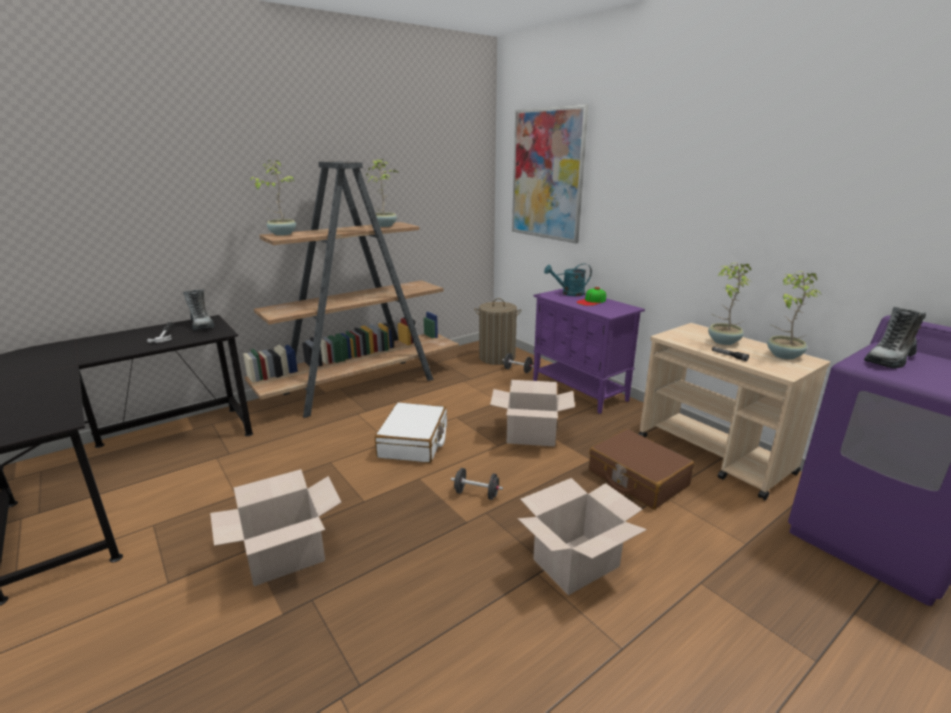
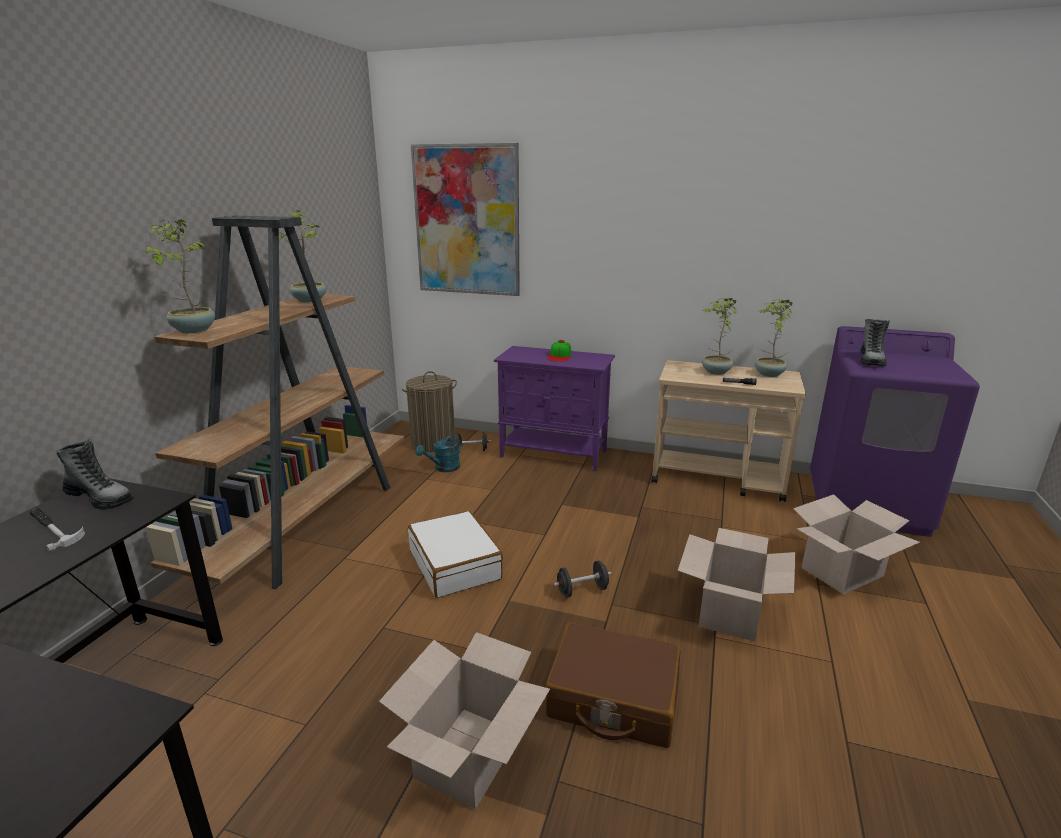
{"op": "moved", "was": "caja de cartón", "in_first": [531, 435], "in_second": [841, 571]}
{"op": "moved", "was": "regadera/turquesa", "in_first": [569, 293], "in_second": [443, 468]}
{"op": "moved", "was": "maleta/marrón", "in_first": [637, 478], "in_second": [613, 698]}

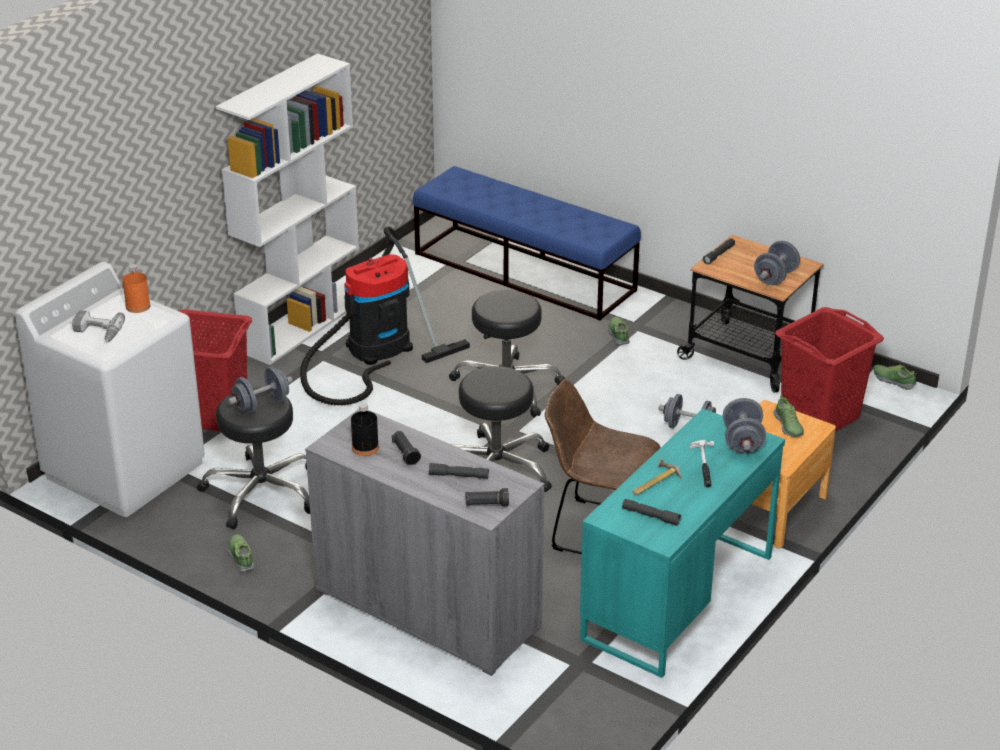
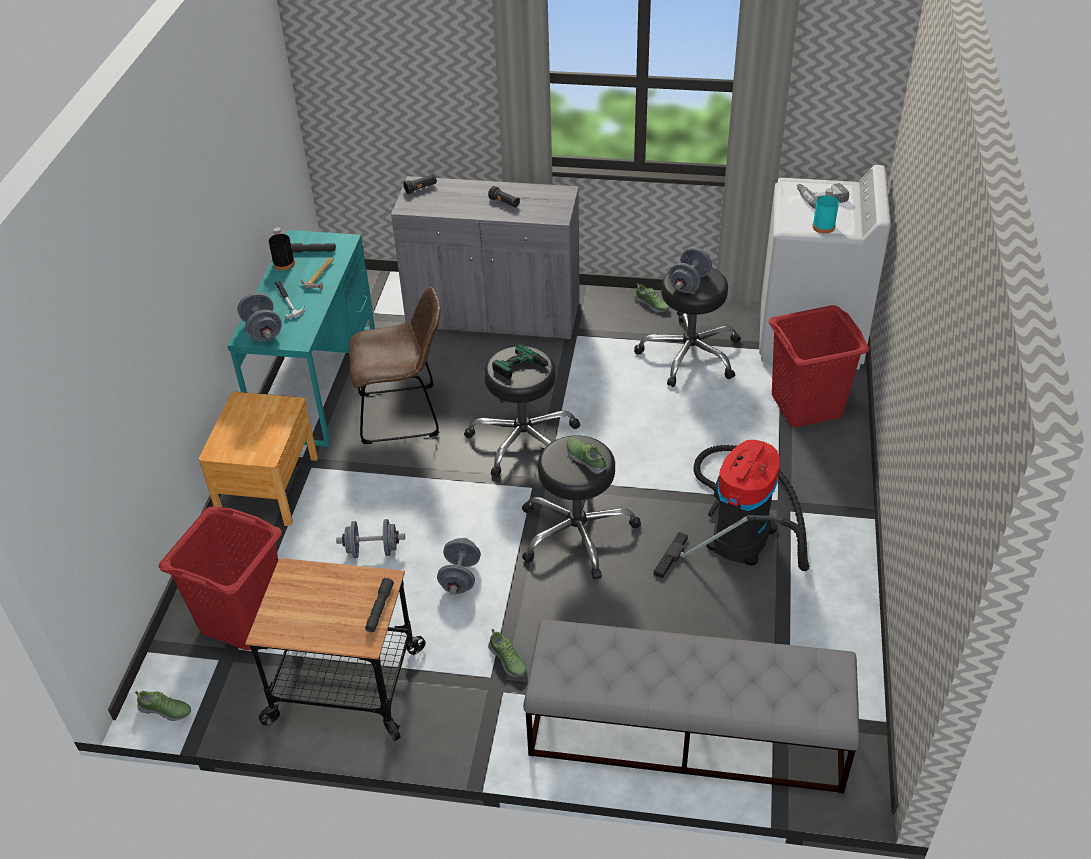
{"op": "recoloured", "was": "botella/naranja", "now": "botella/turquesa", "in_first": [138, 306], "in_second": [823, 227]}
{"op": "removed", "was": "estantería/blanco", "in_first": [301, 326]}
{"op": "moved", "was": "botella/negro", "in_first": [365, 448], "in_second": [284, 263]}
{"op": "recoloured", "was": "banco/azul", "now": "banco/gris", "in_first": [525, 272], "in_second": [685, 732]}
{"op": "removed", "was": "linterna/gris", "in_first": [458, 476]}
{"op": "moved", "was": "mancuerna/gris", "in_first": [775, 277], "in_second": [460, 577]}
{"op": "moved", "was": "zapato", "in_first": [788, 426], "in_second": [586, 459]}
{"op": "added", "now": "taladro", "in_second": [525, 370]}

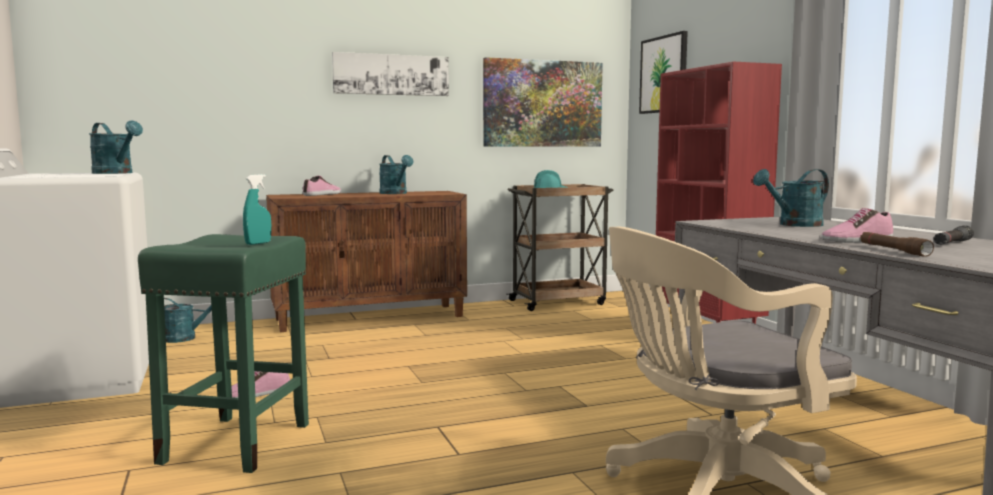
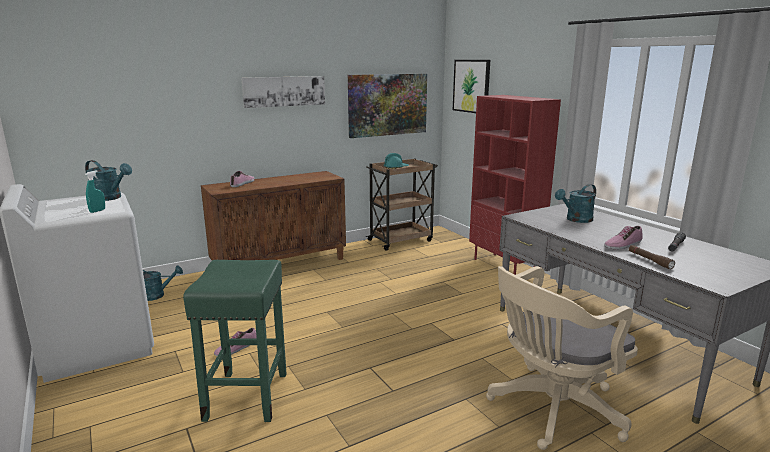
{"op": "moved", "was": "pulverizador/turquesa", "in_first": [258, 243], "in_second": [97, 211]}
{"op": "removed", "was": "regadera/turquesa", "in_first": [395, 193]}

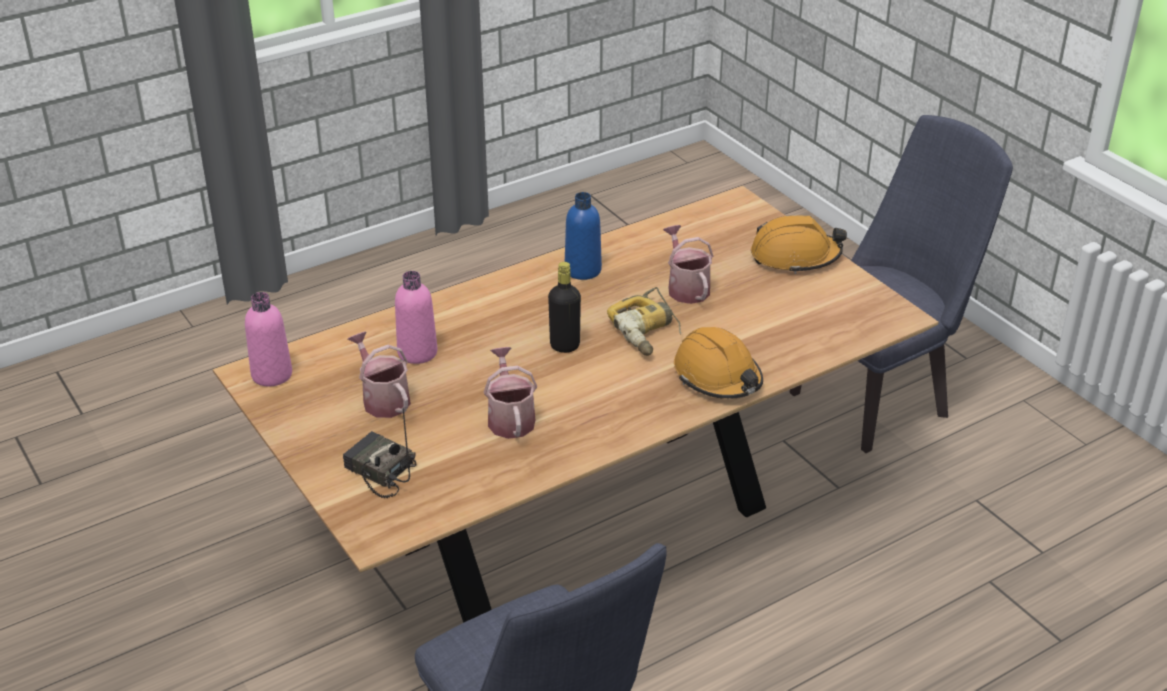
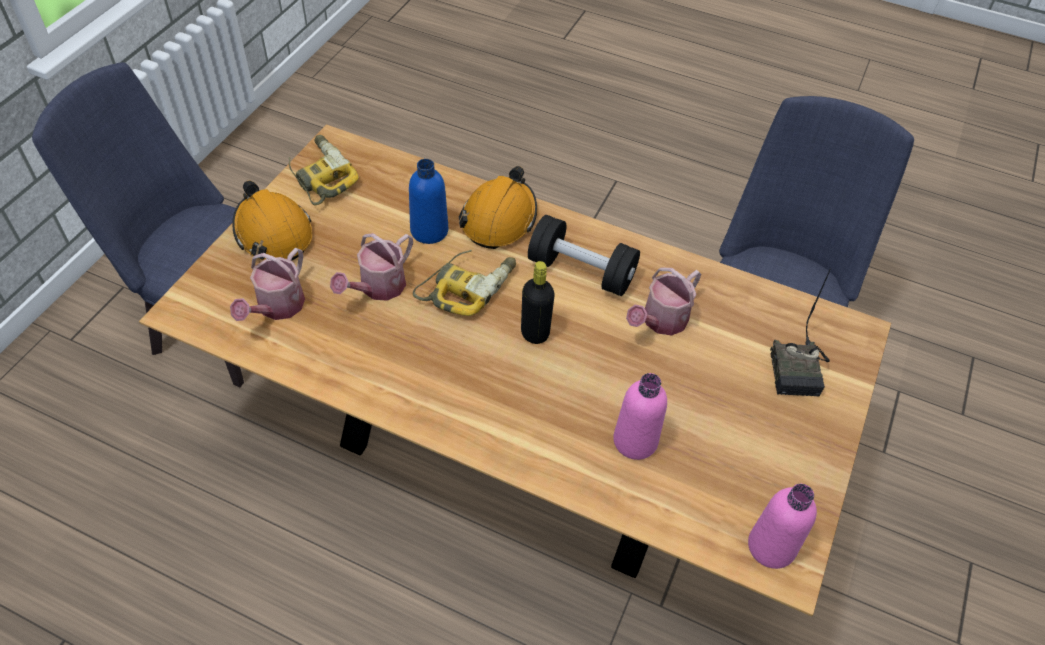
{"op": "moved", "was": "regadera", "in_first": [383, 399], "in_second": [277, 307]}
{"op": "moved", "was": "botella/azul", "in_first": [583, 270], "in_second": [429, 231]}
{"op": "added", "now": "taladro", "in_second": [320, 176]}
{"op": "added", "now": "mancuerna/negro", "in_second": [581, 271]}

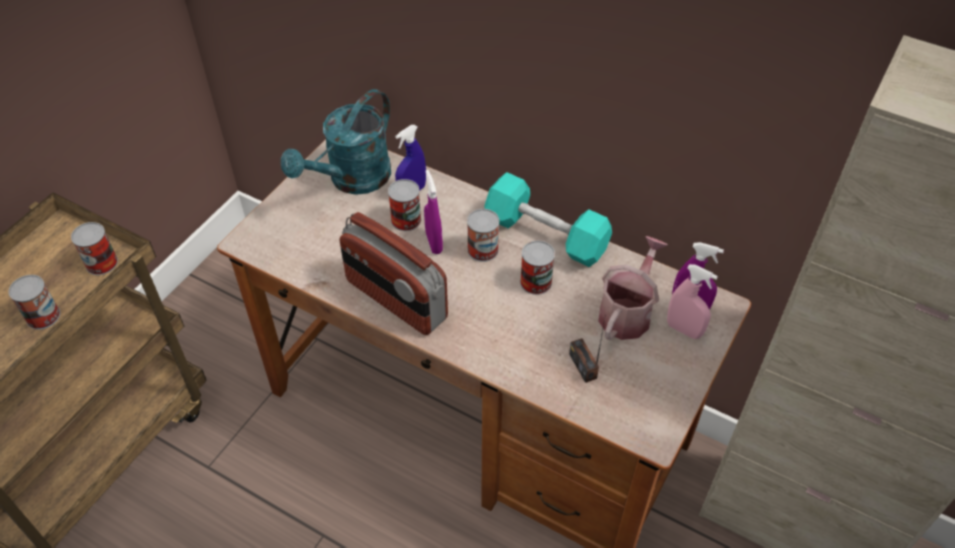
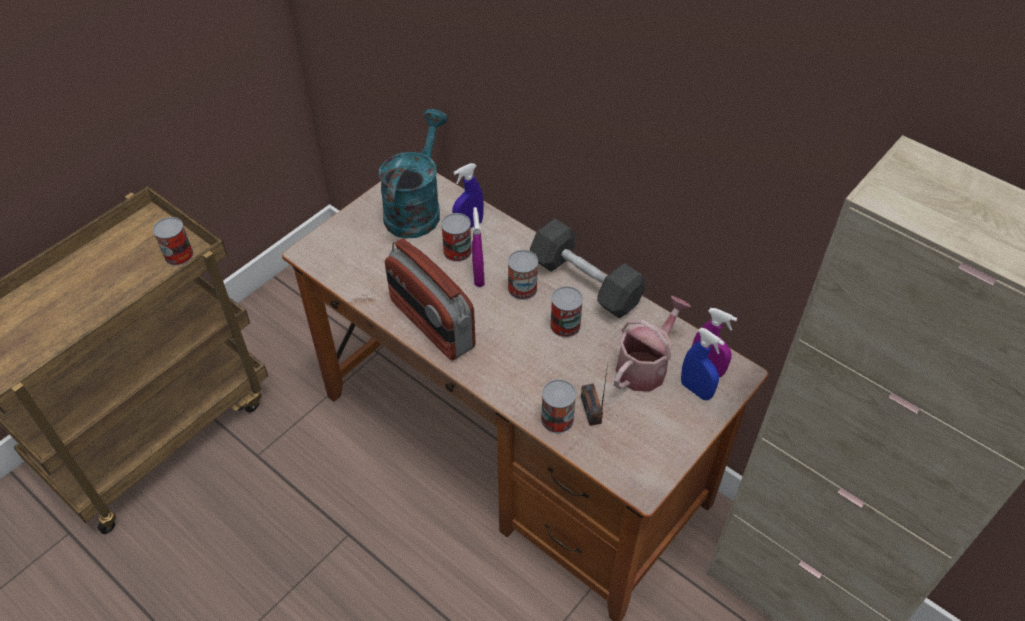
{"op": "moved", "was": "lata", "in_first": [43, 316], "in_second": [557, 419]}
{"op": "turned", "was": "regadera/turquesa", "in_first": [352, 180], "in_second": [416, 208], "clockwise": 150}
{"op": "recoloured", "was": "mancuerna/turquesa", "now": "mancuerna/negro", "in_first": [546, 235], "in_second": [585, 282]}
{"op": "recoloured", "was": "pulverizador/rosa", "now": "pulverizador/azul", "in_first": [684, 330], "in_second": [696, 390]}

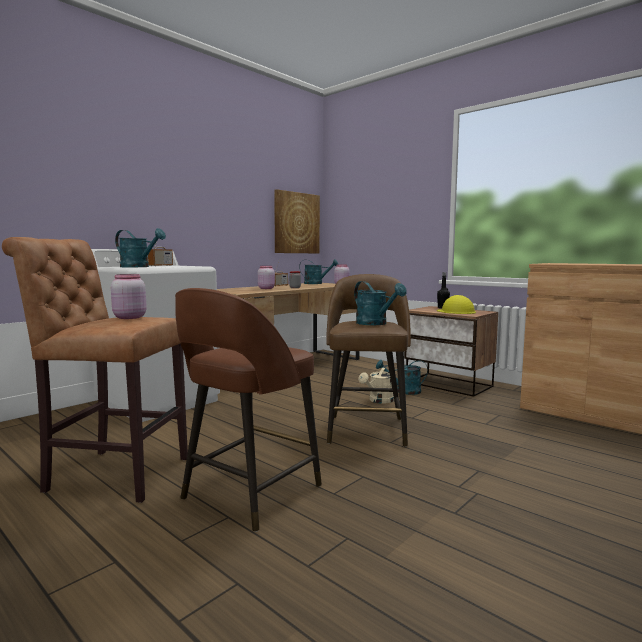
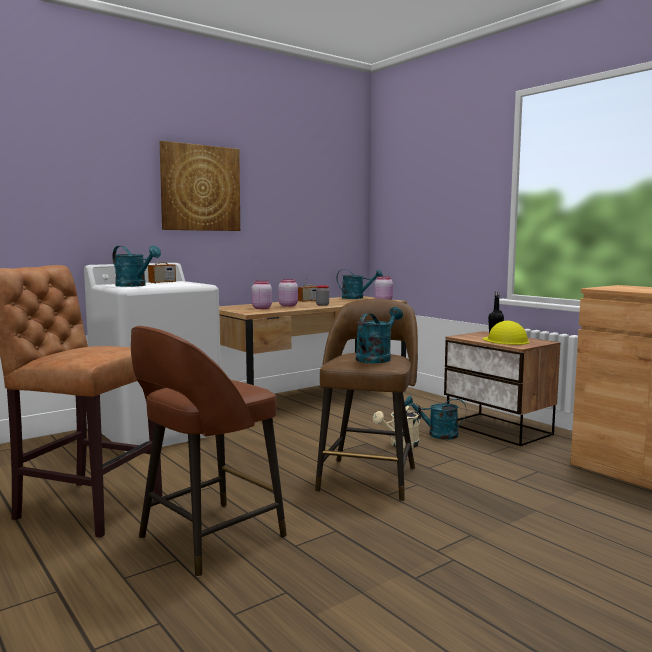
{"op": "moved", "was": "tarro/rosa", "in_first": [128, 317], "in_second": [261, 308]}
{"op": "moved", "was": "cuadro", "in_first": [296, 223], "in_second": [200, 188]}
{"op": "turned", "was": "regadera/turquesa", "in_first": [376, 324], "in_second": [376, 358], "clockwise": -120}

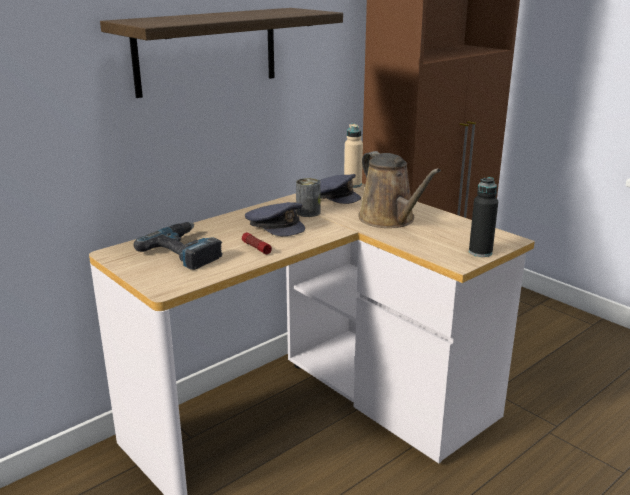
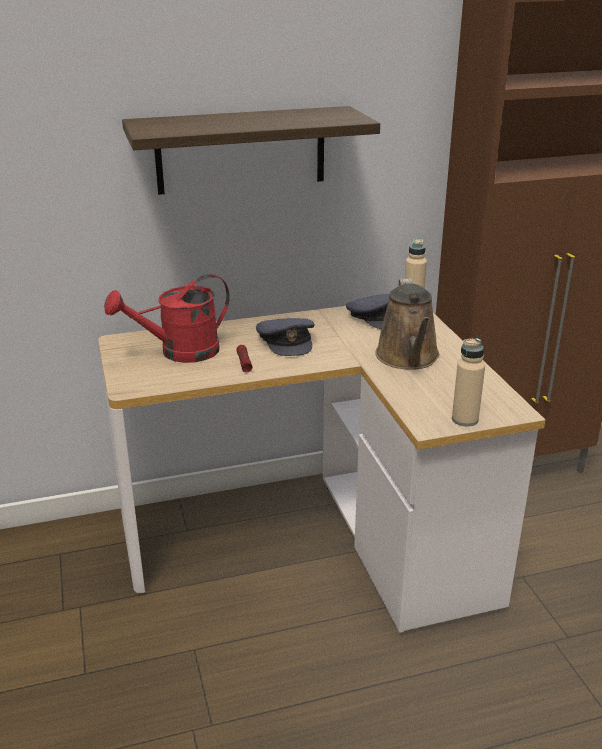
{"op": "replaced", "was": "taladro", "now": "regadera/rojo", "in_first": [186, 251], "in_second": [179, 352]}
{"op": "removed", "was": "lata", "in_first": [308, 212]}
{"op": "recoloured", "was": "botella/negro", "now": "botella/beis", "in_first": [480, 252], "in_second": [465, 419]}

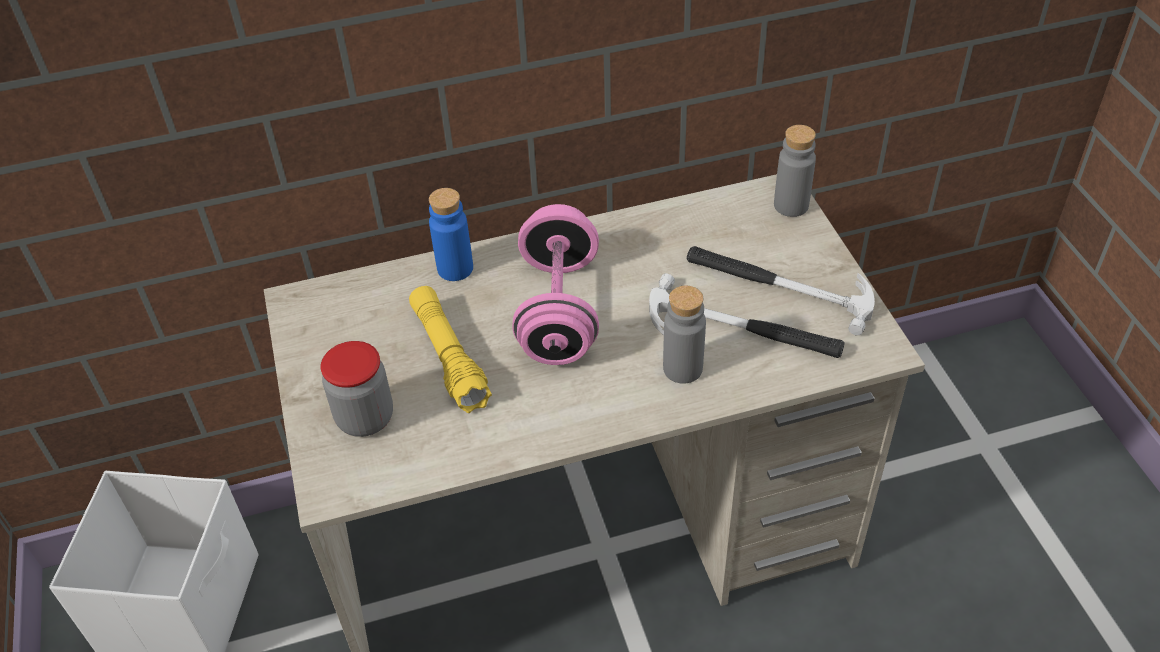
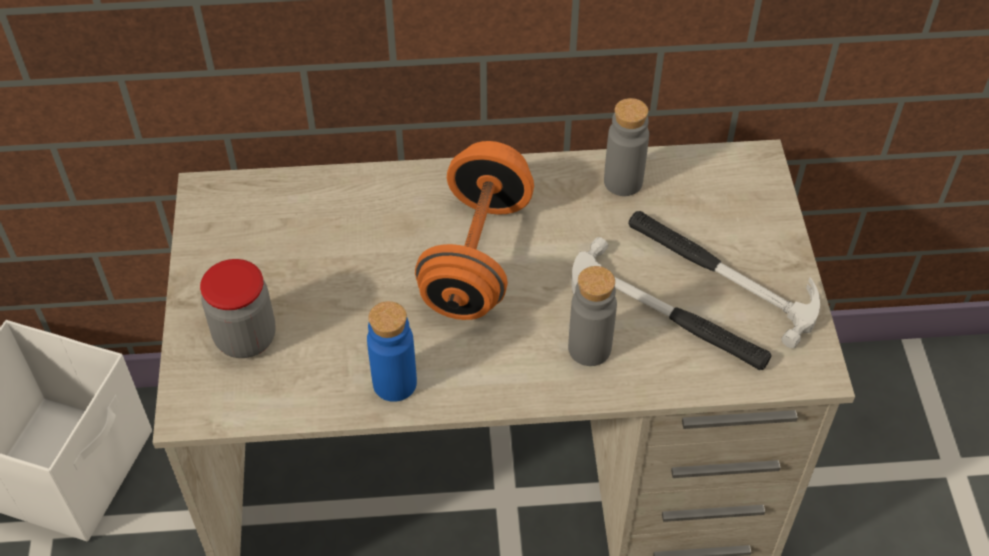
{"op": "removed", "was": "linterna/amarillo", "in_first": [449, 357]}
{"op": "moved", "was": "botella/azul", "in_first": [455, 268], "in_second": [394, 383]}
{"op": "recoloured", "was": "mancuerna/rosa", "now": "mancuerna/naranja", "in_first": [559, 311], "in_second": [476, 257]}
{"op": "moved", "was": "botella/gris", "in_first": [791, 205], "in_second": [623, 182]}

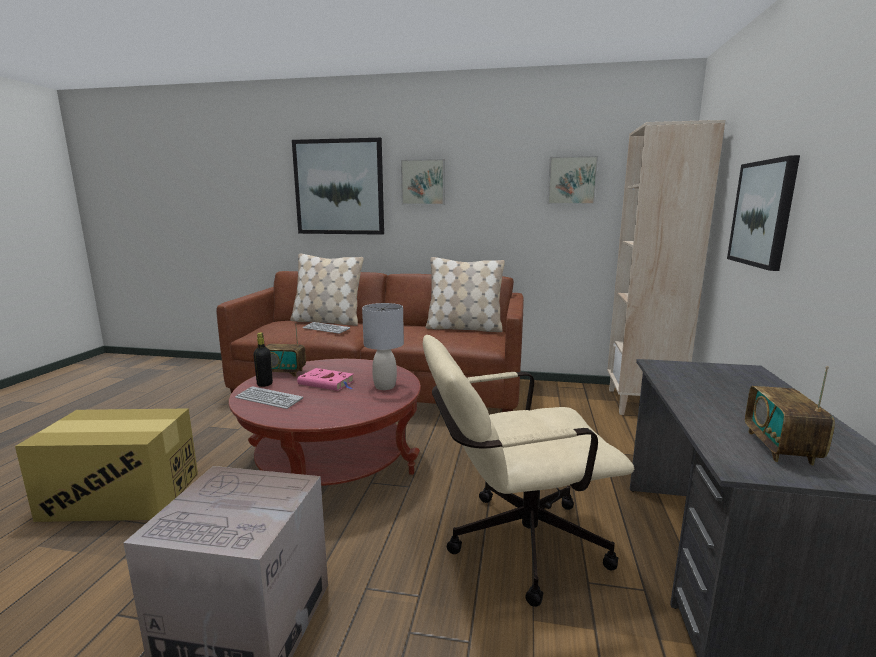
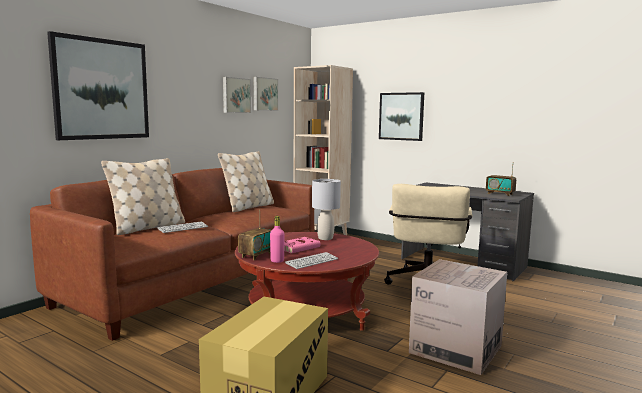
{"op": "recoloured", "was": "botella/negro", "now": "botella/rosa", "in_first": [265, 384], "in_second": [277, 261]}
{"op": "moved", "was": "cuadro", "in_first": [423, 182], "in_second": [235, 95]}

